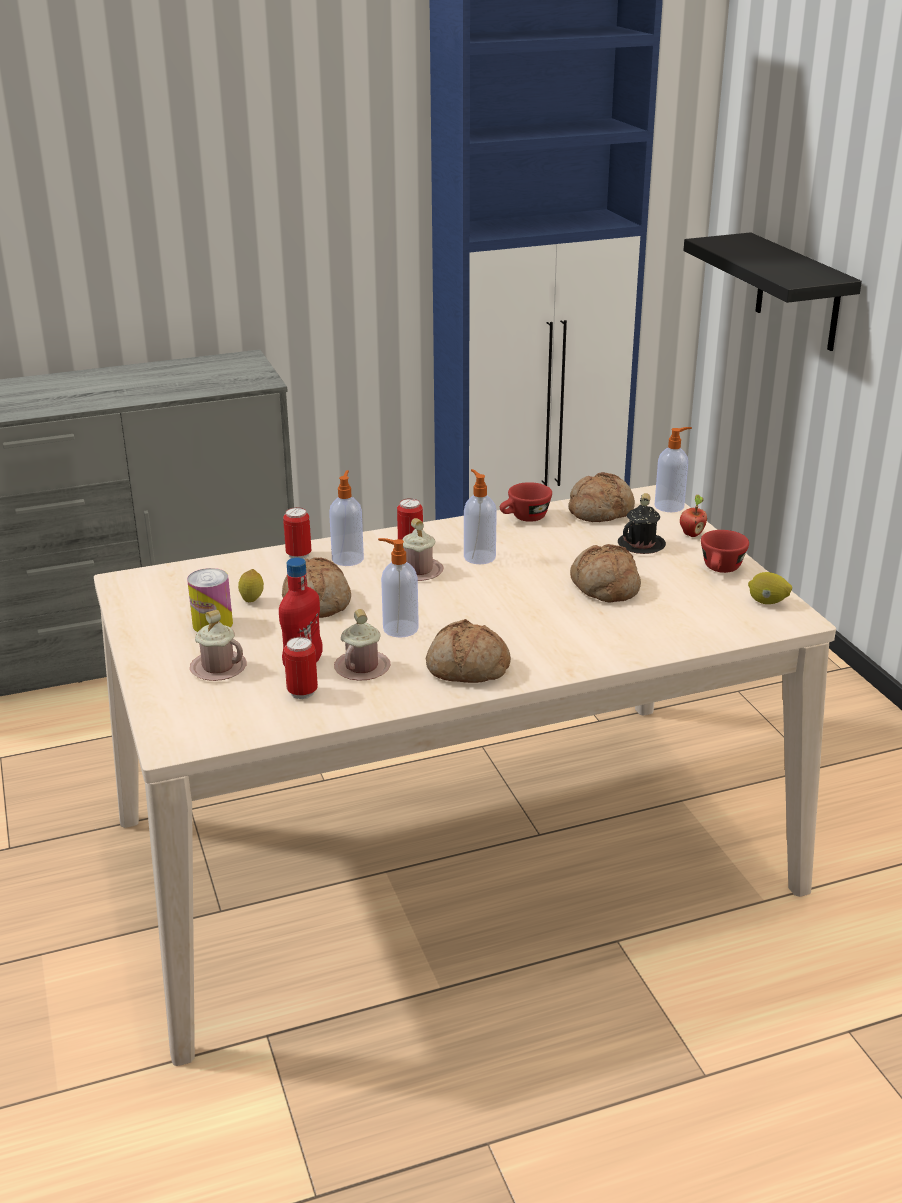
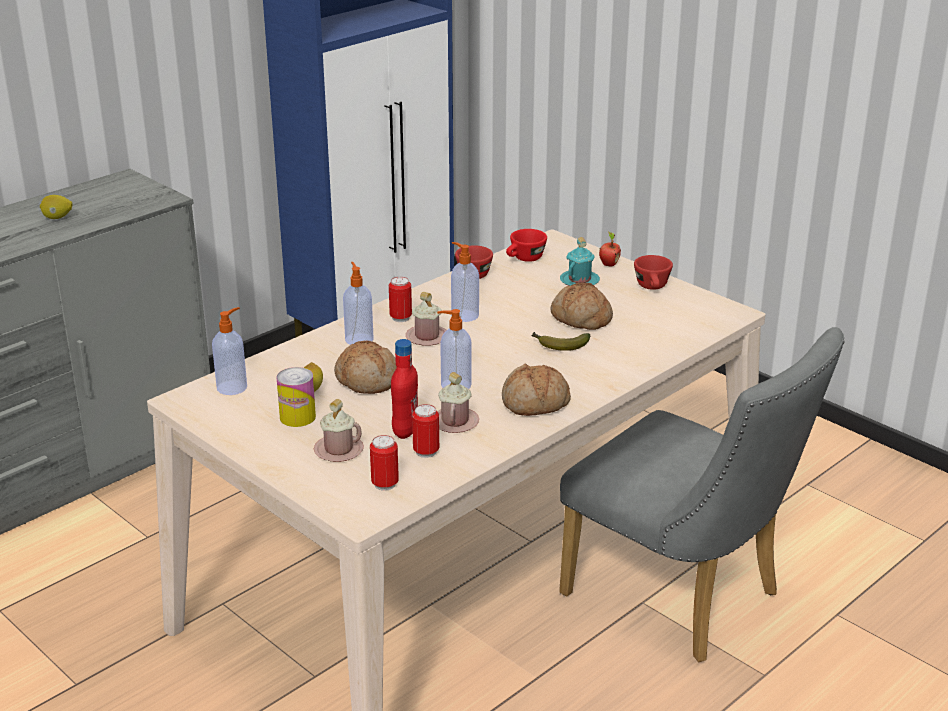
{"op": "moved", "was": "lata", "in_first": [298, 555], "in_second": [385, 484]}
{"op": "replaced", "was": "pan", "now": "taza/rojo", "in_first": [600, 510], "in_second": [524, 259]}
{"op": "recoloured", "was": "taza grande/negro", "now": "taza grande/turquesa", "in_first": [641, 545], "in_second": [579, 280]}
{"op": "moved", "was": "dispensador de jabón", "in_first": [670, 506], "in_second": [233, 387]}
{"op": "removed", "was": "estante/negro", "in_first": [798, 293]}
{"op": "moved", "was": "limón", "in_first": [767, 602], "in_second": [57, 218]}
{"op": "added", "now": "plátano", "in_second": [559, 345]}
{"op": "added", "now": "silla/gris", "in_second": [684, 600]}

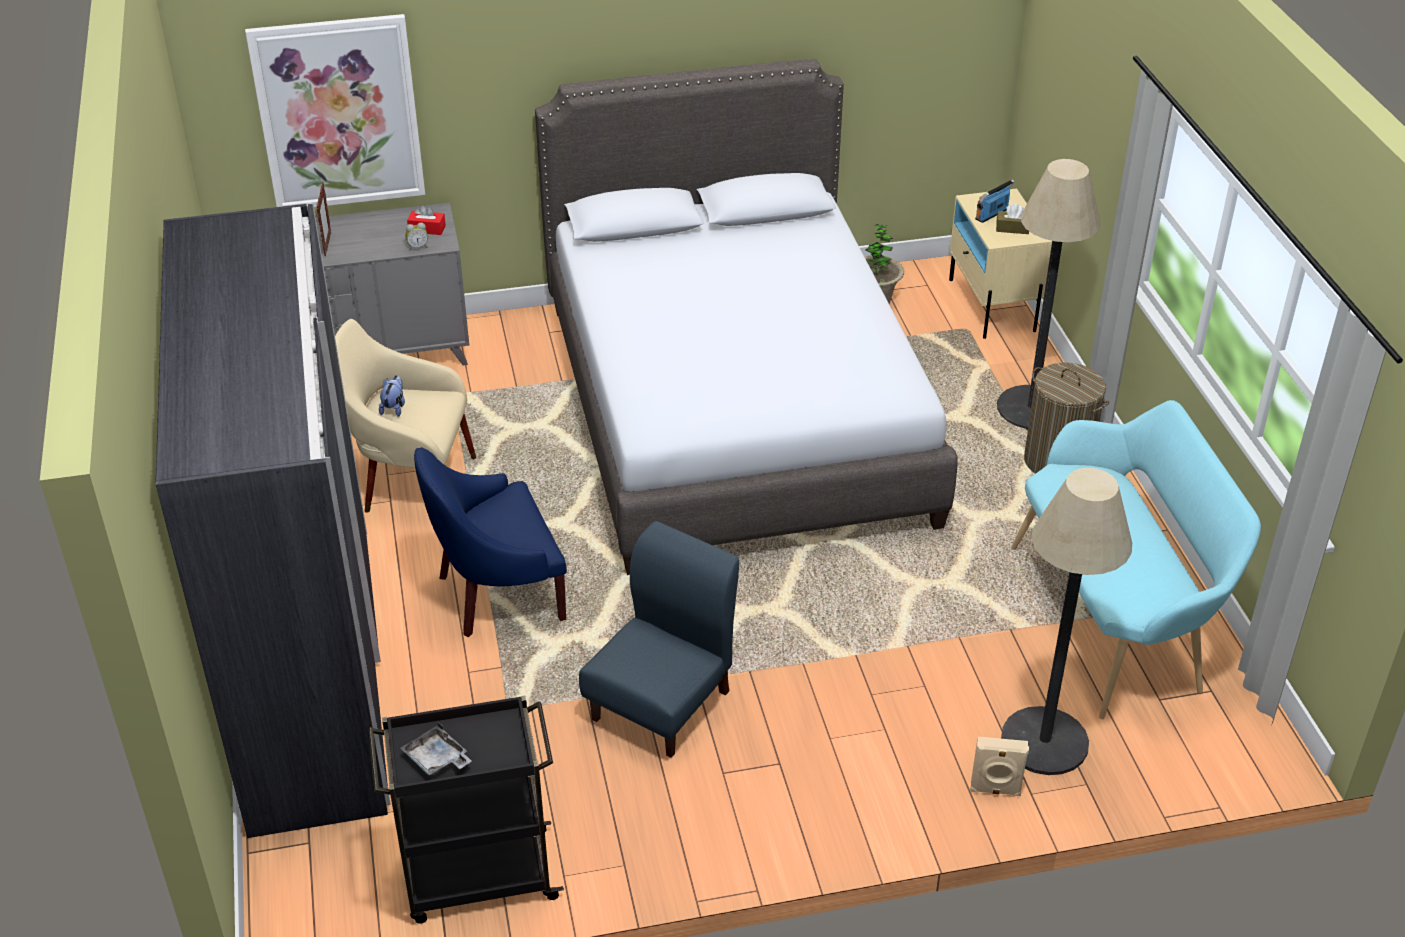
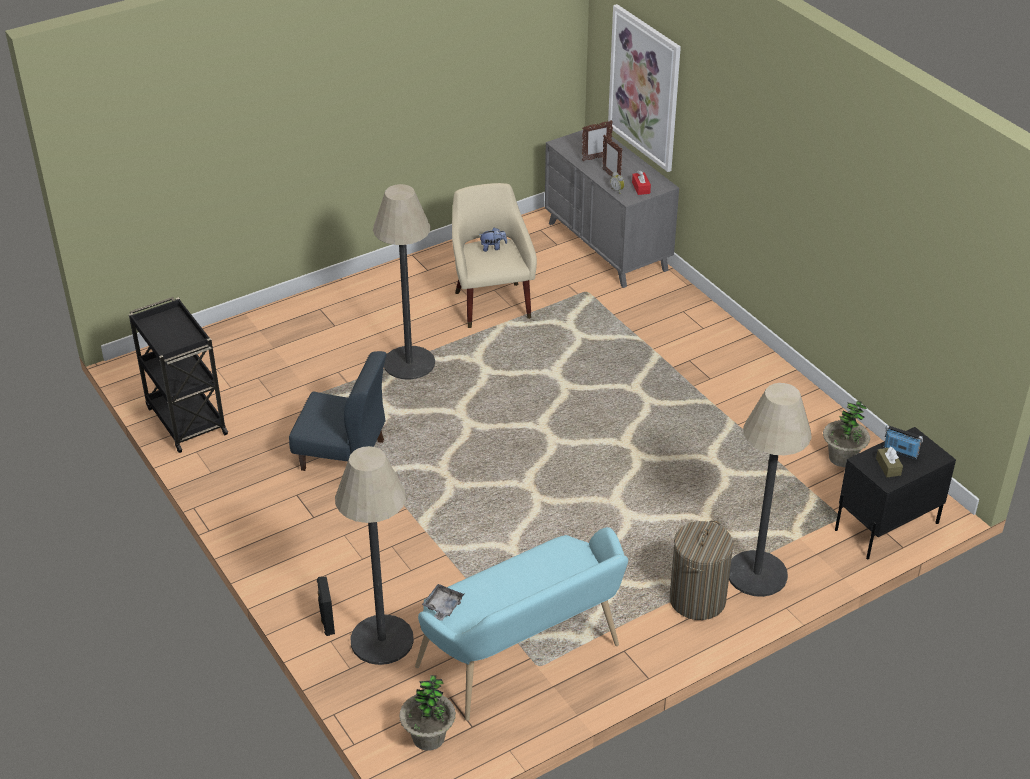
{"op": "removed", "was": "armario ropero/gris", "in_first": [310, 674]}
{"op": "moved", "was": "bandeja/gris", "in_first": [437, 759], "in_second": [442, 606]}
{"op": "replaced", "was": "sillón/azul", "now": "lámpara de pie", "in_first": [497, 593], "in_second": [409, 363]}
{"op": "removed", "was": "cama/gris", "in_first": [733, 411]}
{"op": "recoloured", "was": "mesita de noche/beis", "now": "mesita de noche/negro", "in_first": [991, 305], "in_second": [886, 526]}
{"op": "recoloured", "was": "altavoz/beis", "now": "altavoz/negro", "in_first": [995, 790], "in_second": [327, 622]}
{"op": "added", "now": "planta en maceta", "in_second": [428, 737]}
{"op": "added", "now": "portarretratos", "in_second": [611, 176]}

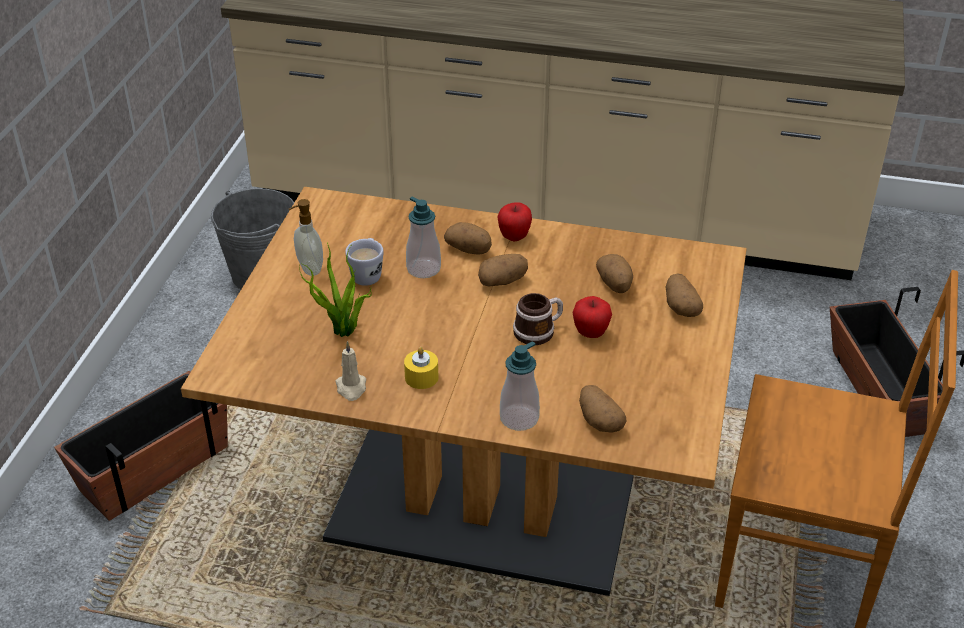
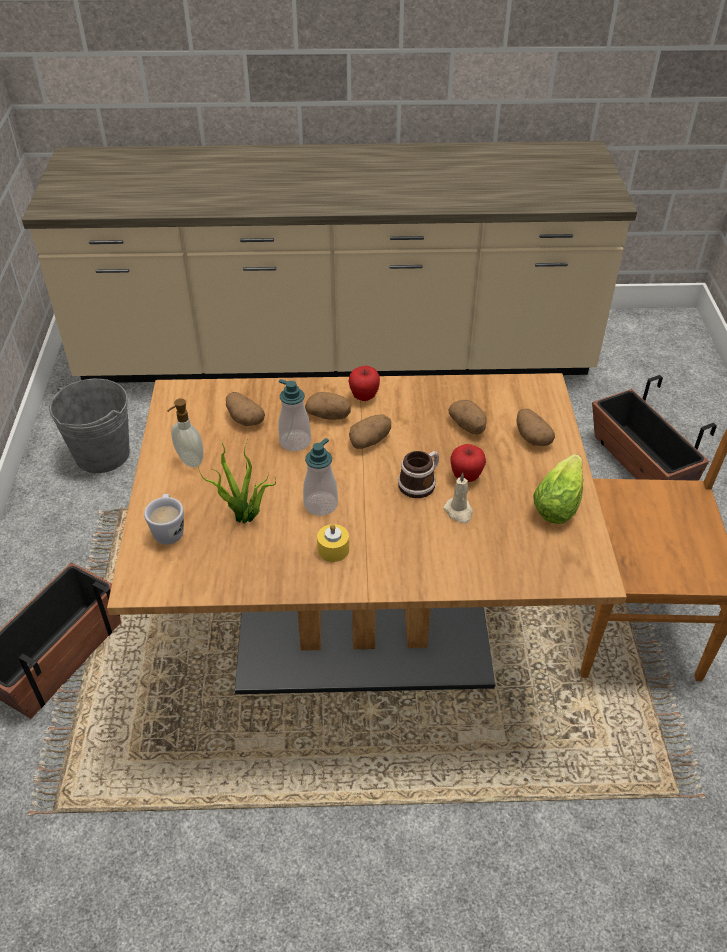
{"op": "moved", "was": "vela/beis", "in_first": [351, 388], "in_second": [459, 512]}
{"op": "moved", "was": "taza grande/blanco", "in_first": [367, 274], "in_second": [169, 530]}
{"op": "moved", "was": "dispensador de jabón", "in_first": [519, 418], "in_second": [320, 505]}
{"op": "moved", "was": "patata", "in_first": [599, 421], "in_second": [244, 419]}
{"op": "added", "now": "lechuga", "in_second": [560, 500]}

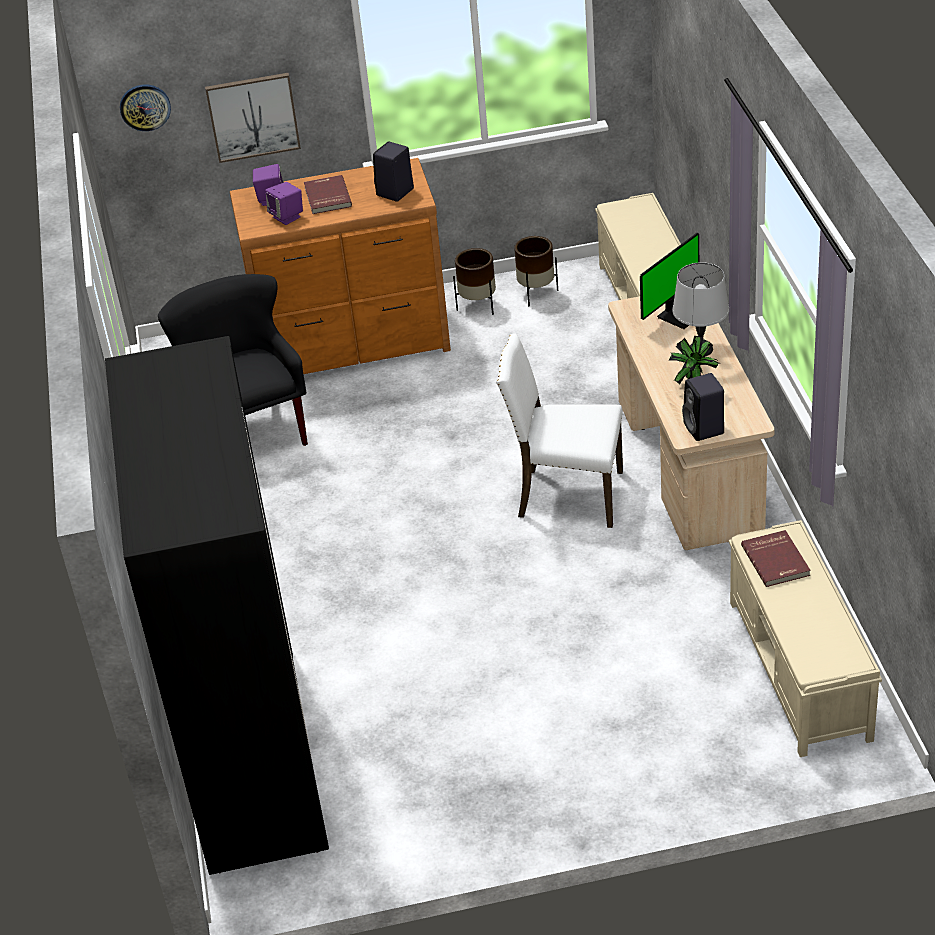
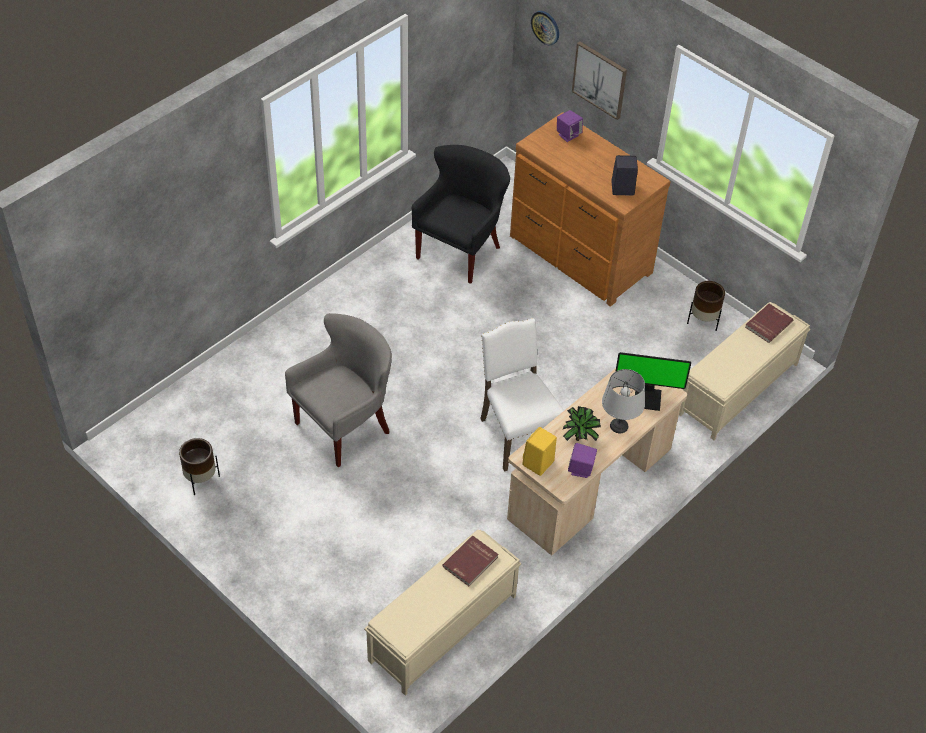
{"op": "removed", "was": "armario ropero/negro", "in_first": [252, 755]}
{"op": "moved", "was": "altavoz/morado", "in_first": [287, 217], "in_second": [581, 469]}
{"op": "moved", "was": "libro/rojo", "in_first": [326, 197], "in_second": [768, 324]}
{"op": "moved", "was": "maceta/marrón", "in_first": [478, 306], "in_second": [201, 480]}
{"op": "recoloured", "was": "altavoz/negro", "now": "altavoz/amarillo", "in_first": [704, 429], "in_second": [537, 464]}
{"op": "added", "now": "sillón/gris", "in_second": [345, 427]}

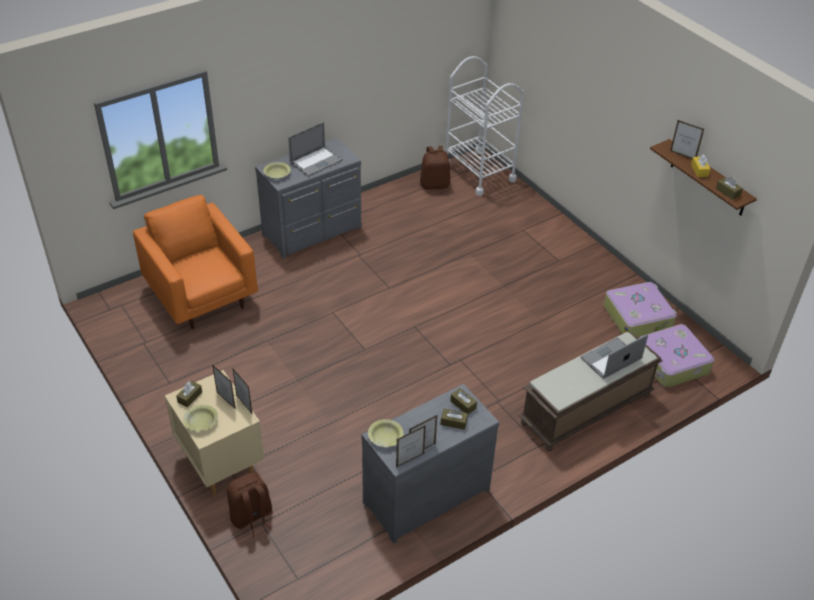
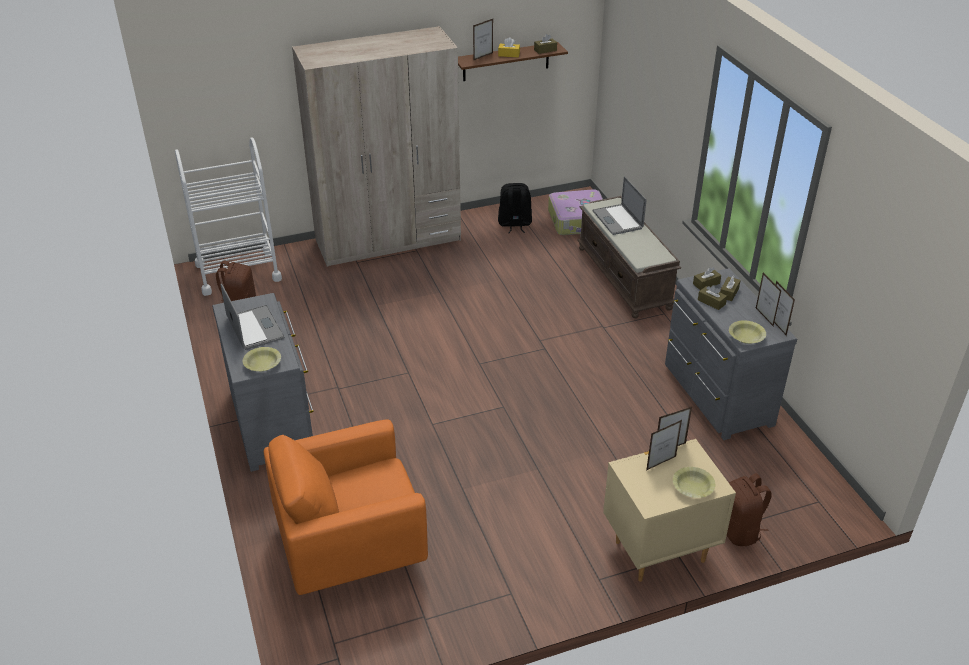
{"op": "moved", "was": "caja de pañuelos/marrón", "in_first": [190, 397], "in_second": [711, 302]}
{"op": "replaced", "was": "maleta", "now": "mochila/negro", "in_first": [638, 317], "in_second": [514, 224]}
{"op": "added", "now": "armario ropero/beis", "in_second": [388, 240]}

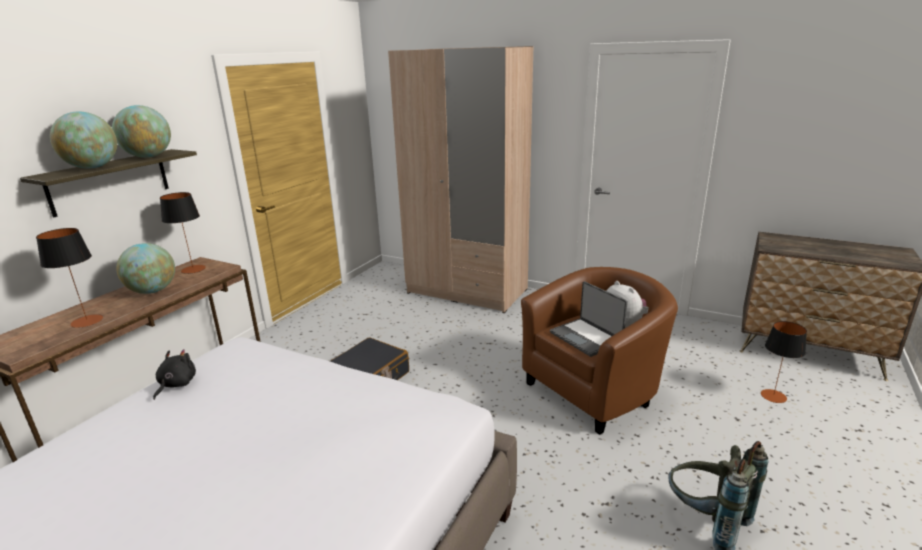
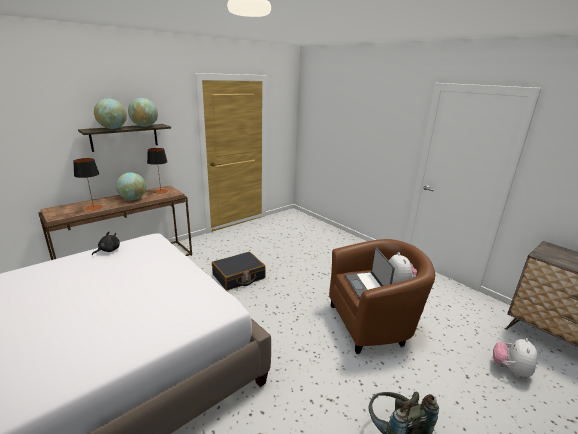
{"op": "removed", "was": "armario ropero/beis", "in_first": [467, 291]}
{"op": "replaced", "was": "lámpara de mesa", "now": "peluche", "in_first": [773, 396], "in_second": [510, 369]}

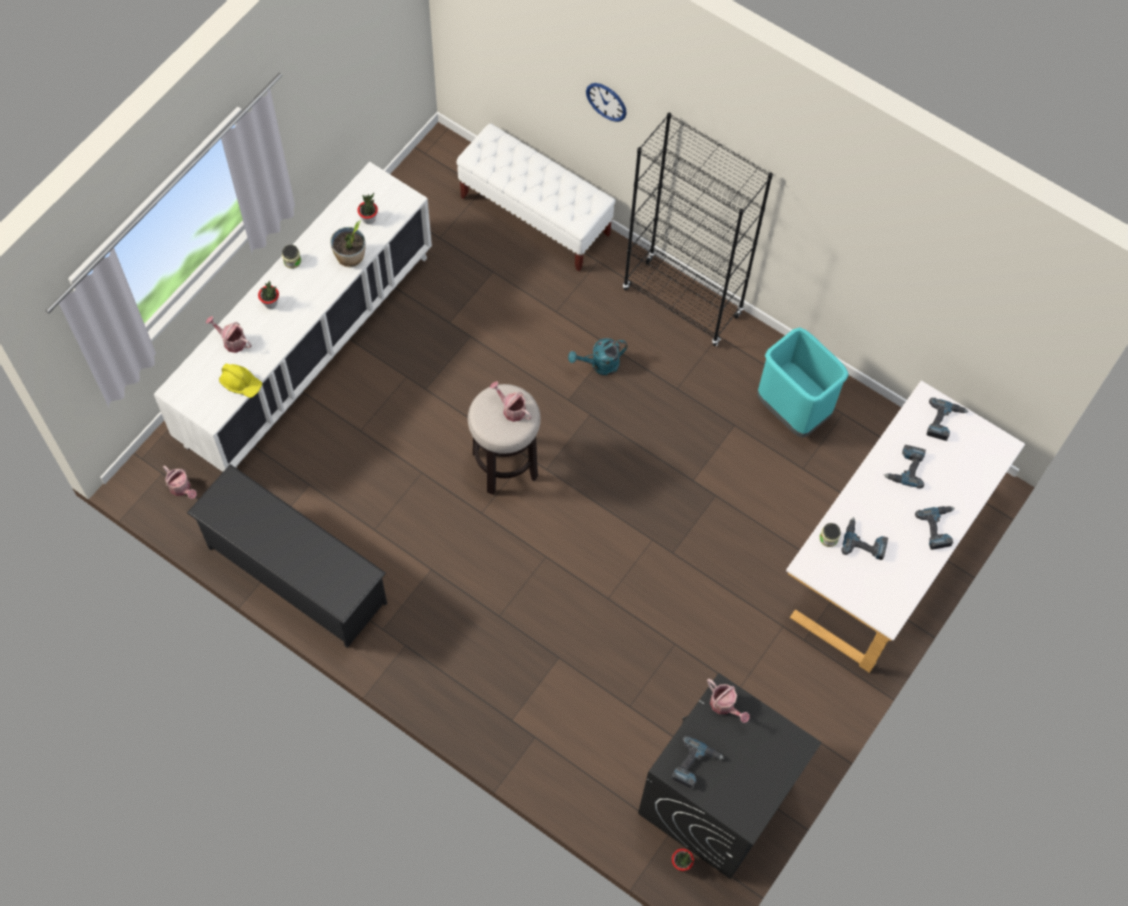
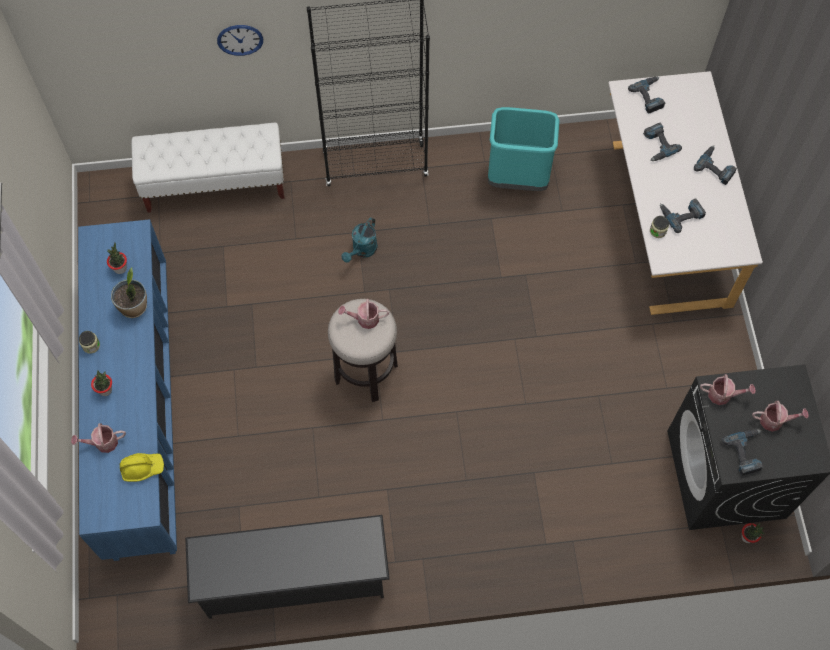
{"op": "recoloured", "was": "armario/blanco", "now": "armario/azul", "in_first": [307, 350], "in_second": [140, 410]}
{"op": "moved", "was": "regadera", "in_first": [182, 488], "in_second": [775, 420]}

